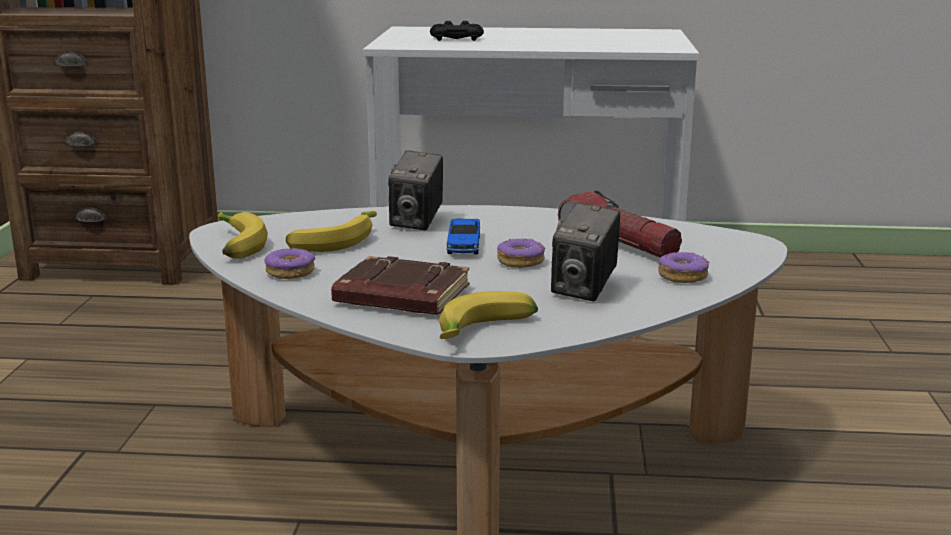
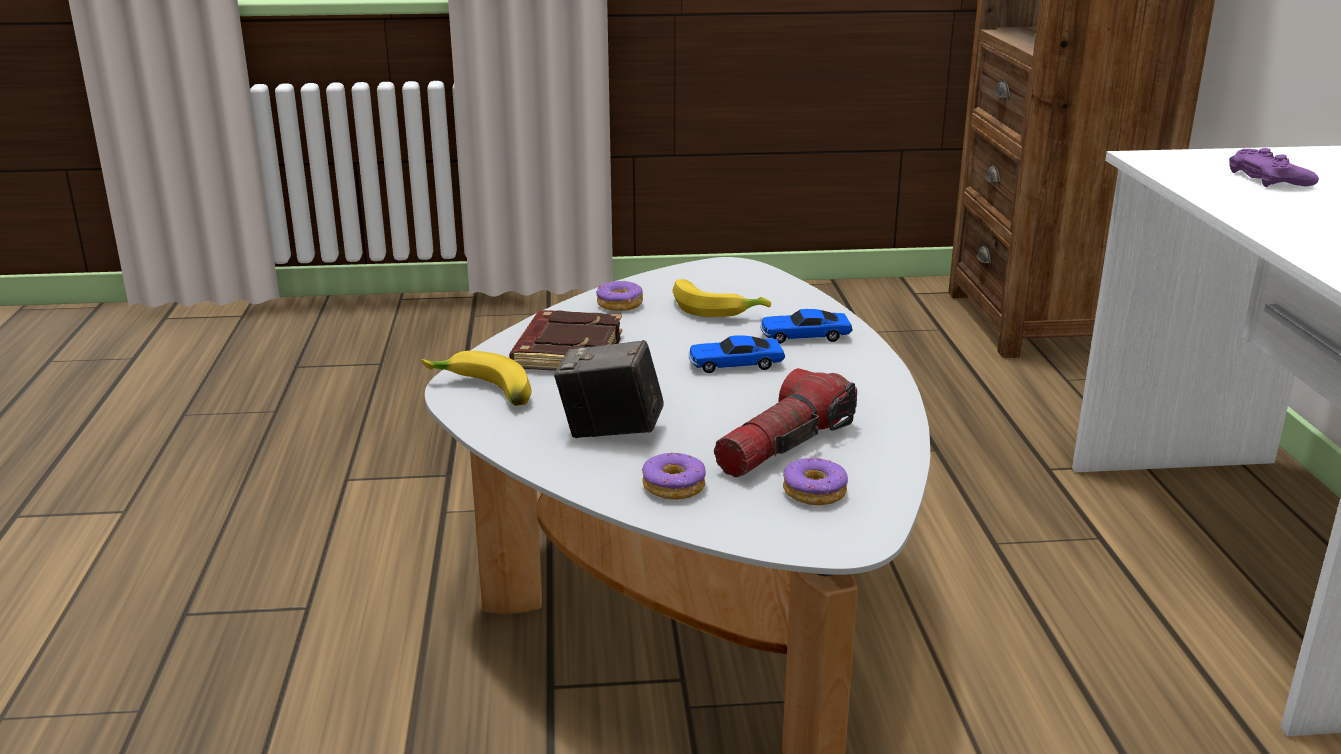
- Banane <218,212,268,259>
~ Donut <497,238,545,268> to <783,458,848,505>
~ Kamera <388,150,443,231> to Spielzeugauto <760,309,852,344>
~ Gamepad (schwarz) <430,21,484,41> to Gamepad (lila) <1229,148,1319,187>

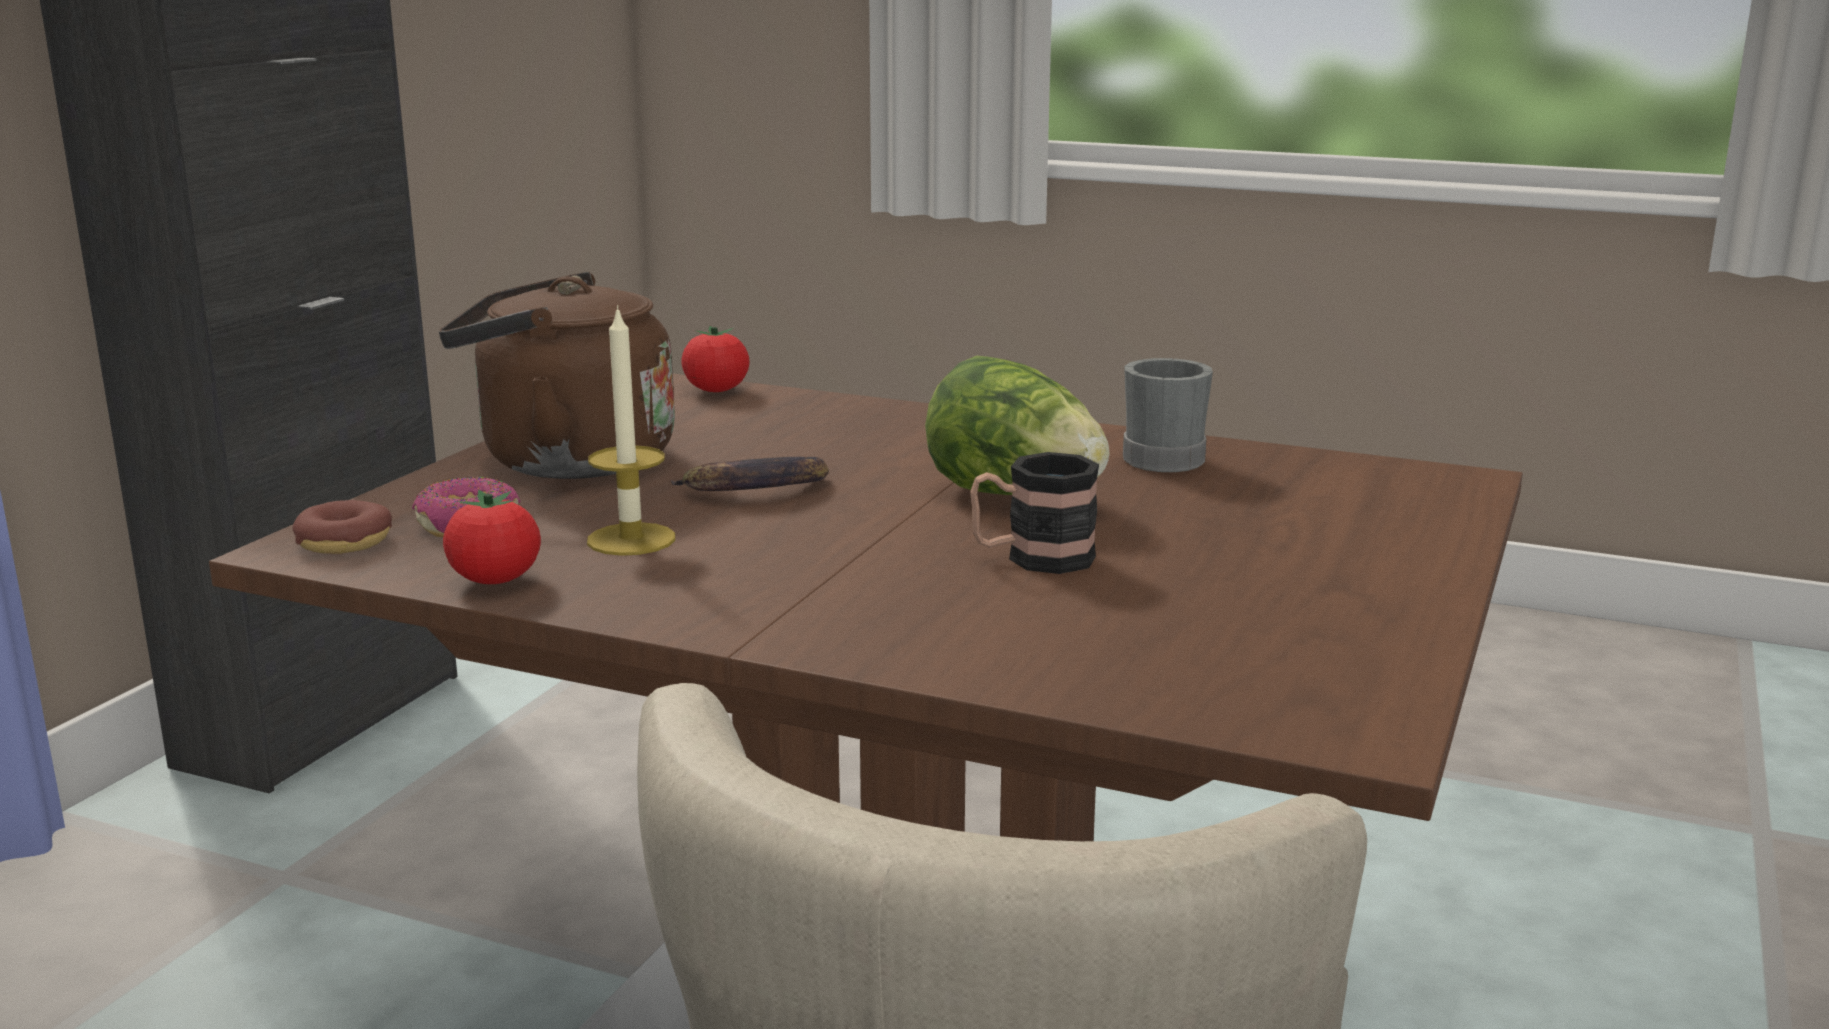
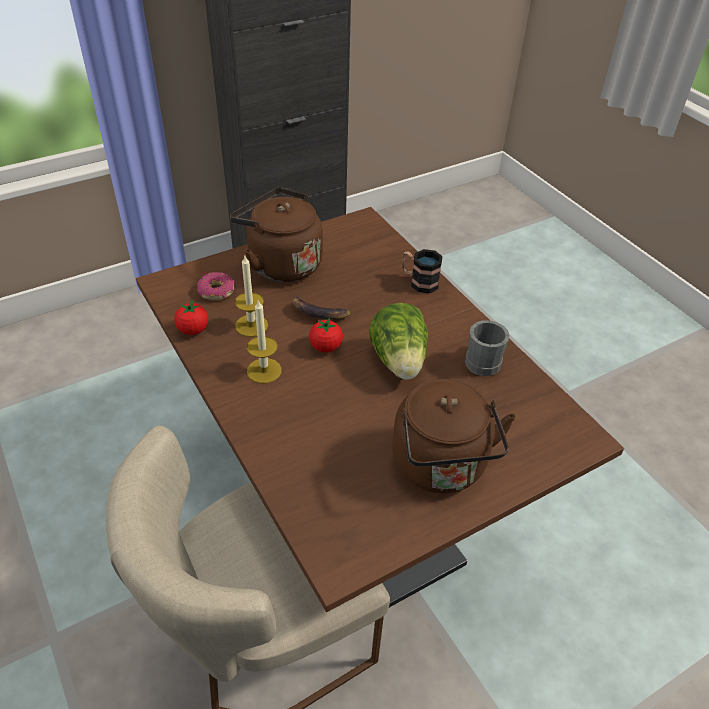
- Donut <292,500,392,554>
+ Kerze <247,300,282,383>
+ Wasserkessel (braun) <392,379,516,493>
~ Tomate <681,326,749,392> to <309,318,343,353>
~ Henkelbecher <970,452,1099,574> to <402,249,443,293>

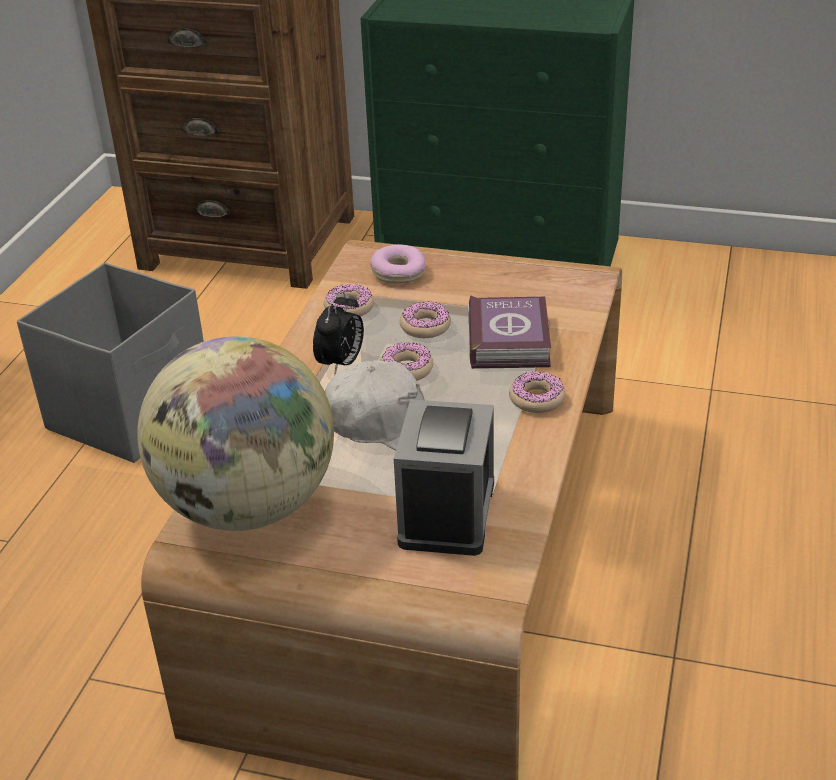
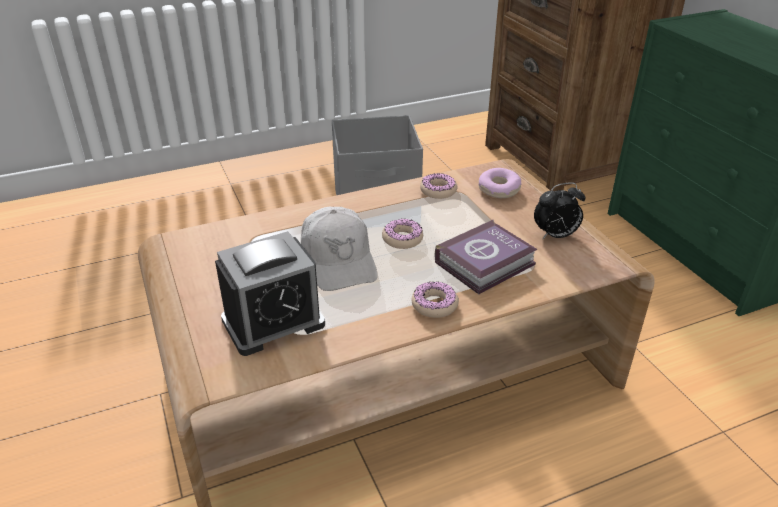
- Globus <137,336,334,531>
- Donut <399,301,451,338>
~ Wecker <313,291,364,375> to <534,182,586,239>

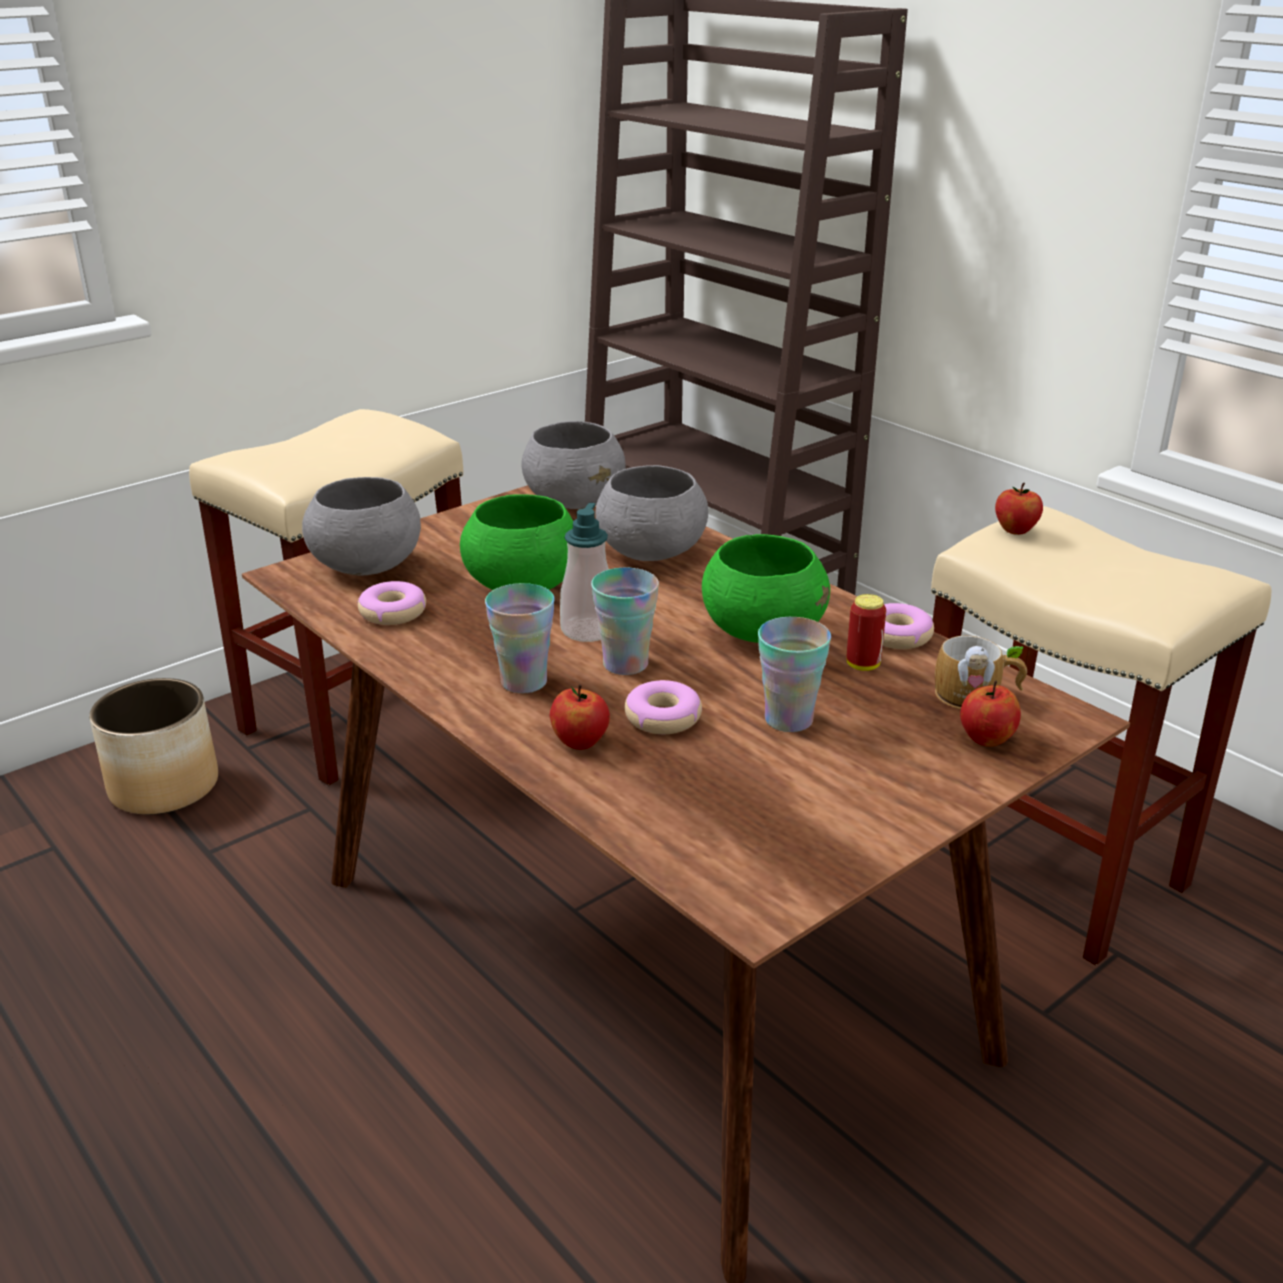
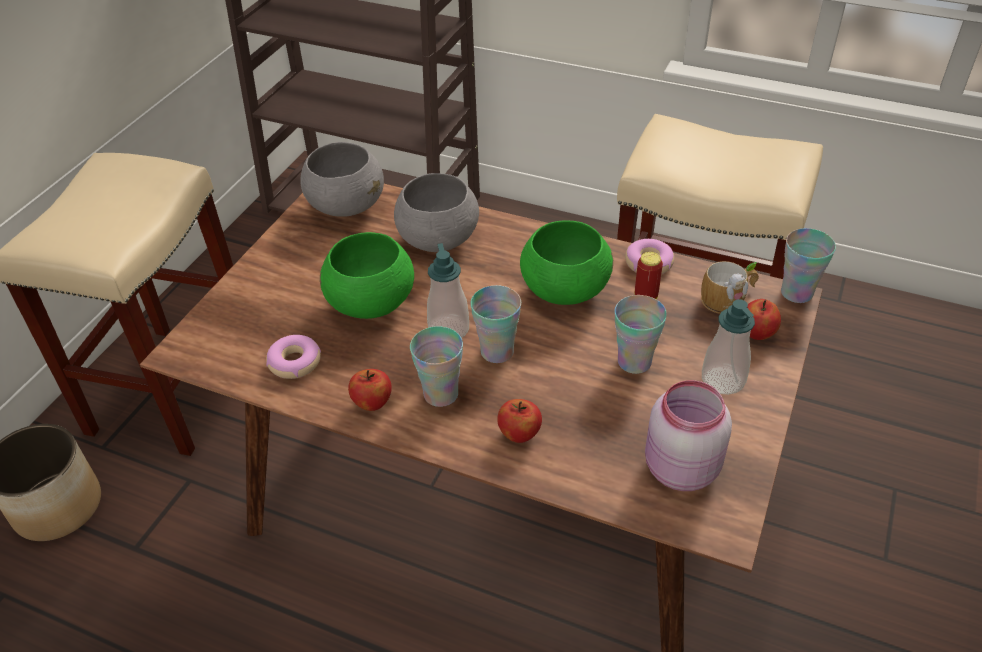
- Schüssel (grau) <302,477,421,576>
- Donut <625,680,702,734>
+ Vorratsglas (rosa) <645,380,732,491>
+ Seifenspender <702,299,755,395>
+ Tasse <781,228,836,303>
~ Apfel <995,483,1043,535> to <348,369,392,411>

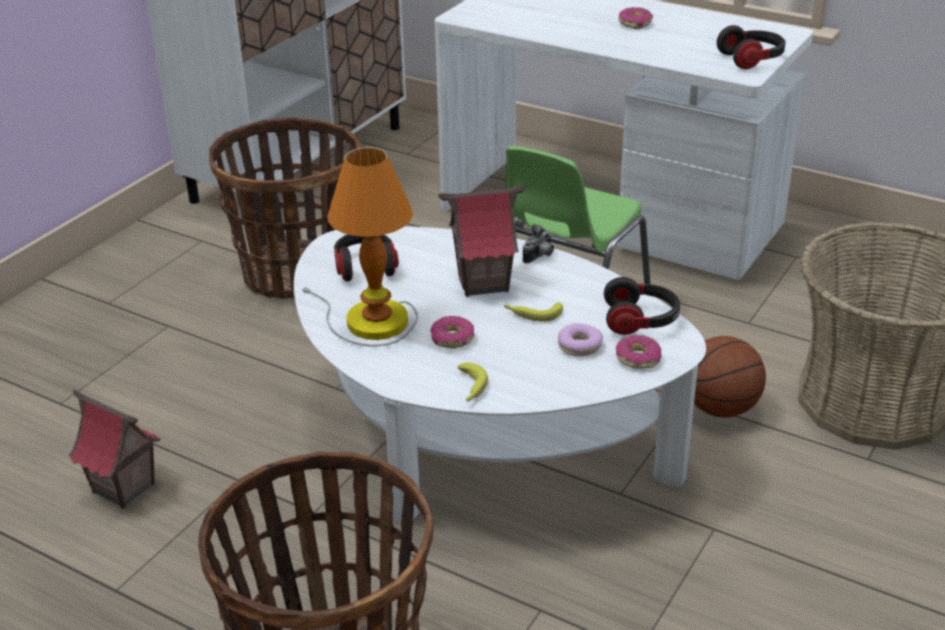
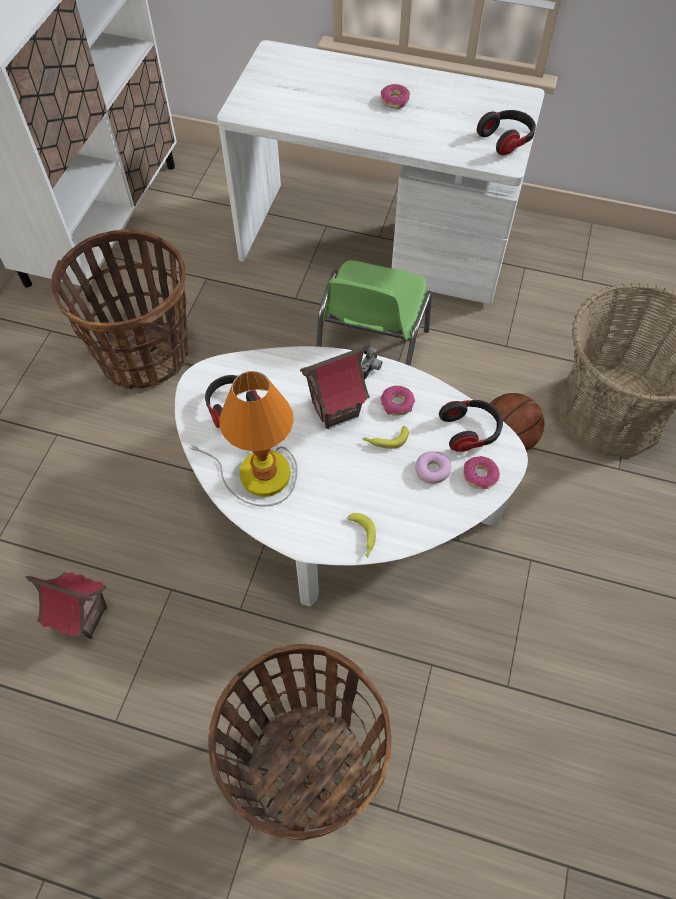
~ Donut <430,316,474,348> to <380,386,415,416>

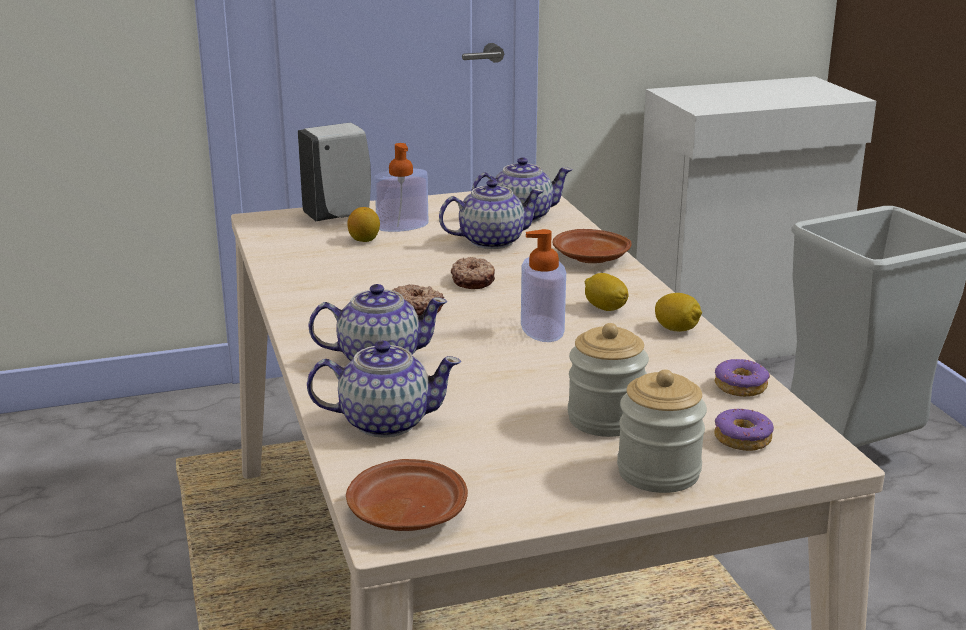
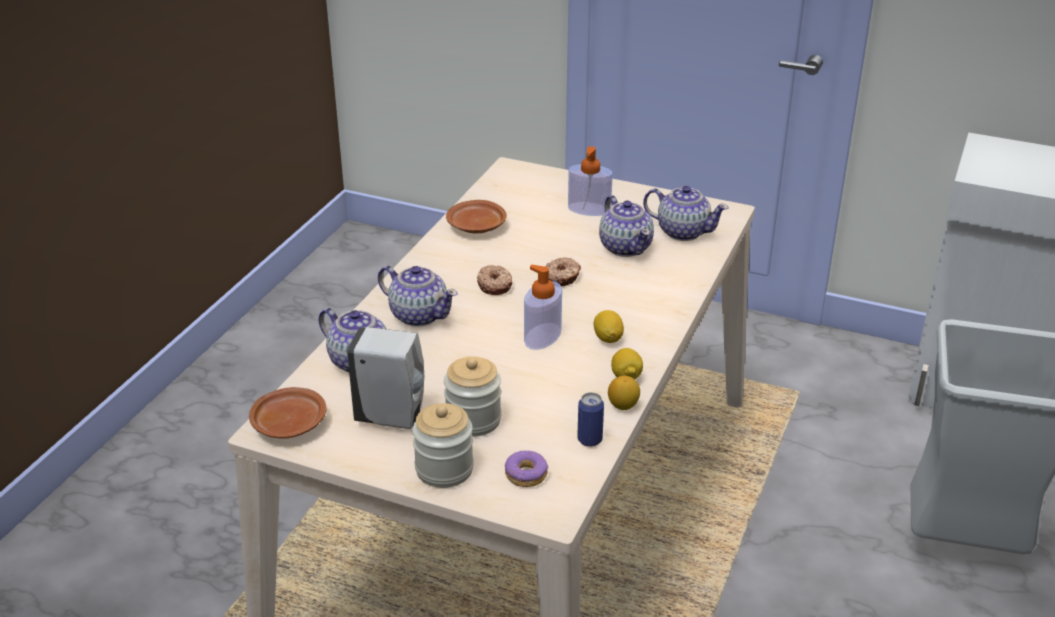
~ Seifenspender (weiß) <298,123,371,221> to <347,327,424,429>
~ Zitrone <347,207,380,242> to <608,376,640,410>
~ Teller (braun) <553,229,632,263> to <446,200,507,233>
~ Donut <715,359,770,397> to Dose <577,392,604,447>
~ Teekanne <439,180,544,249> = <599,195,654,257> 45 degrees clockwise

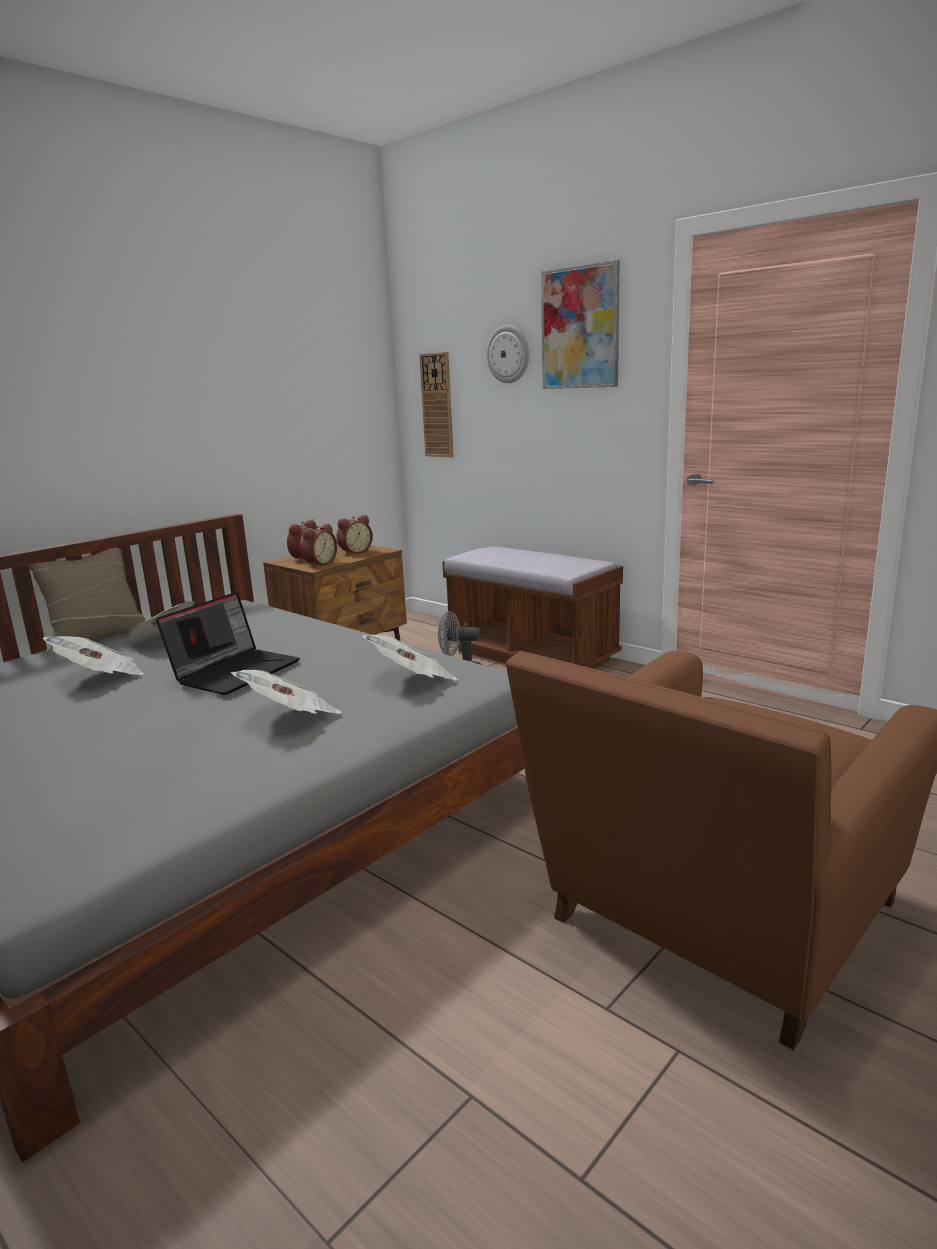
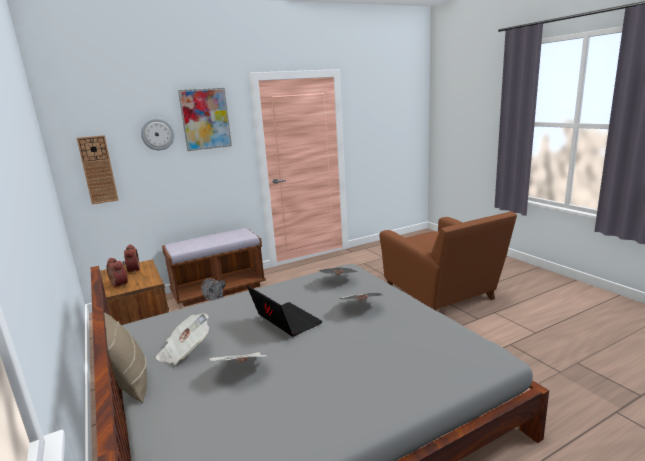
- Wecker <301,524,337,567>

